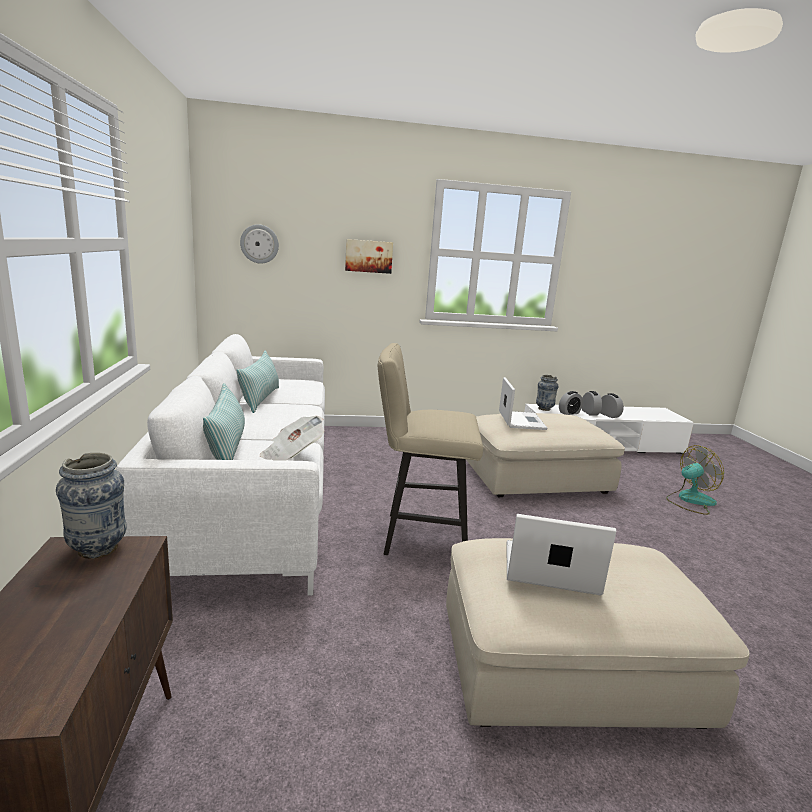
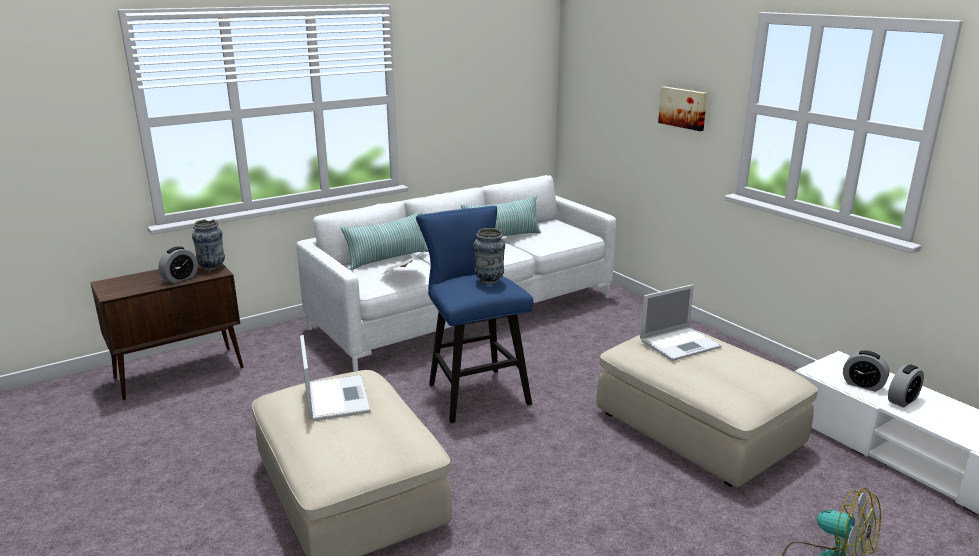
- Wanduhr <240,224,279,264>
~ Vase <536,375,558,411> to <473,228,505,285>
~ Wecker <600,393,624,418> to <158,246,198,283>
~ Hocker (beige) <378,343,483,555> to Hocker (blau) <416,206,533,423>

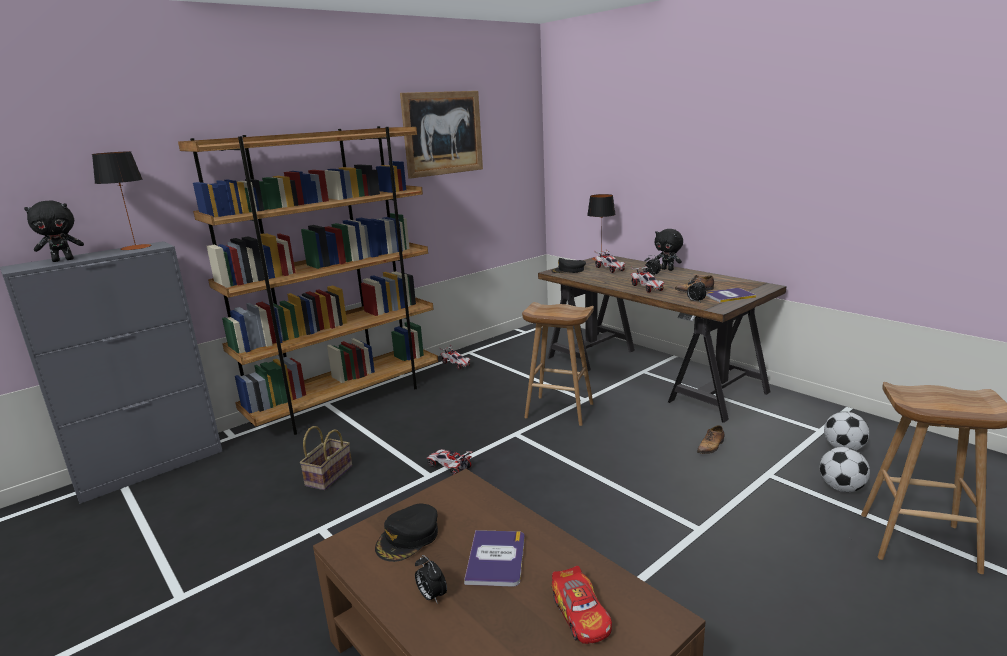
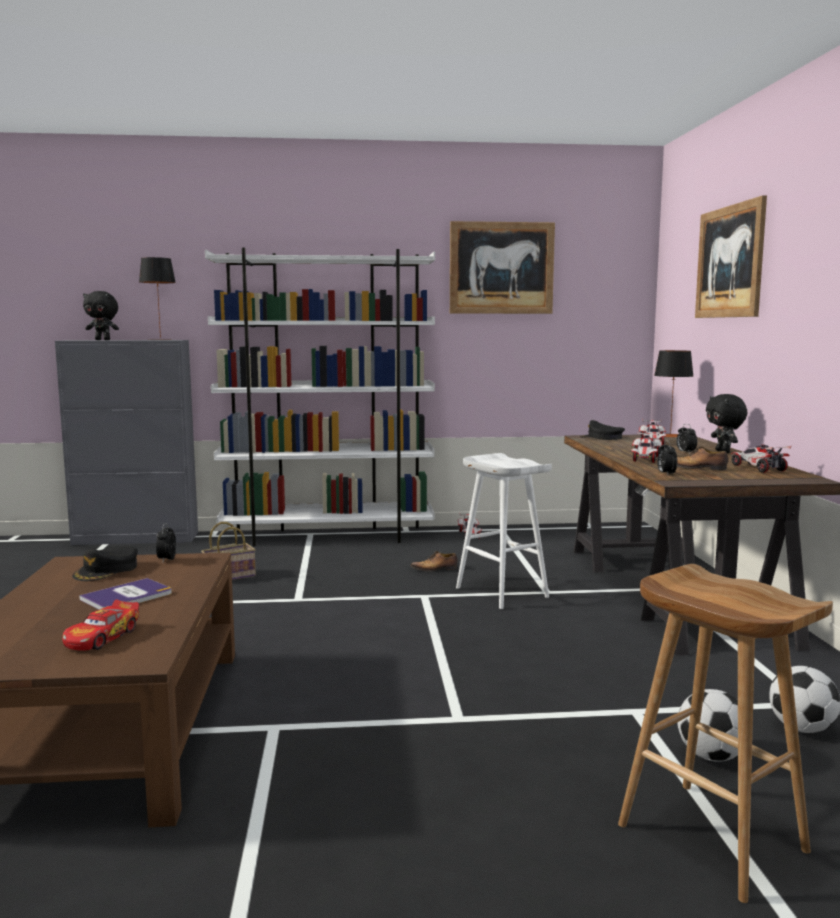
- Buch <706,288,756,303>
+ Bild <695,195,767,318>
~ Wecker <415,555,447,604> to <156,523,176,562>
~ Spielzeugauto <427,449,473,475> to <731,445,792,473>
~ Schuh <697,425,725,454> to <410,551,458,571>
~ Bücherregal (braun) <178,126,438,435> to Bücherregal (weiß) <205,248,435,546>
~ Hocker (braun) <522,302,594,426> to Hocker (weiß) <456,453,552,609>
~ Kappe (schwarz) <375,504,438,562> = <72,546,138,581> 45 degrees counterclockwise

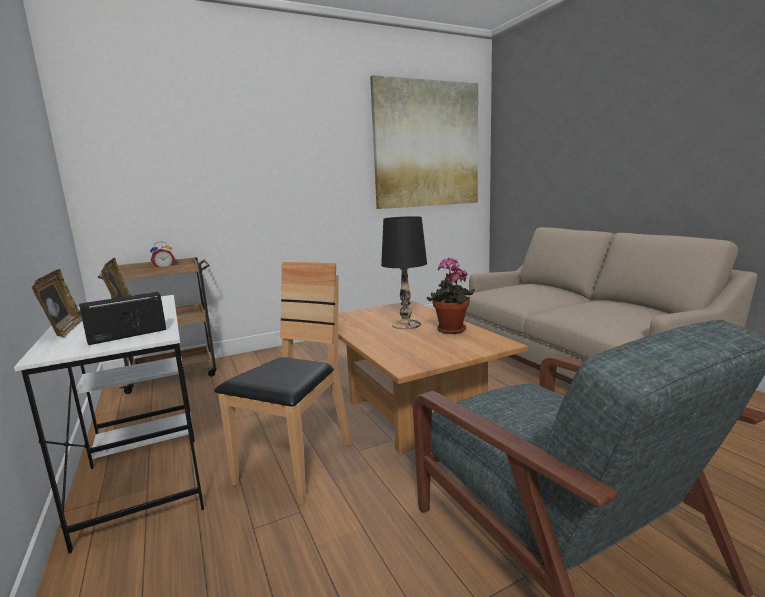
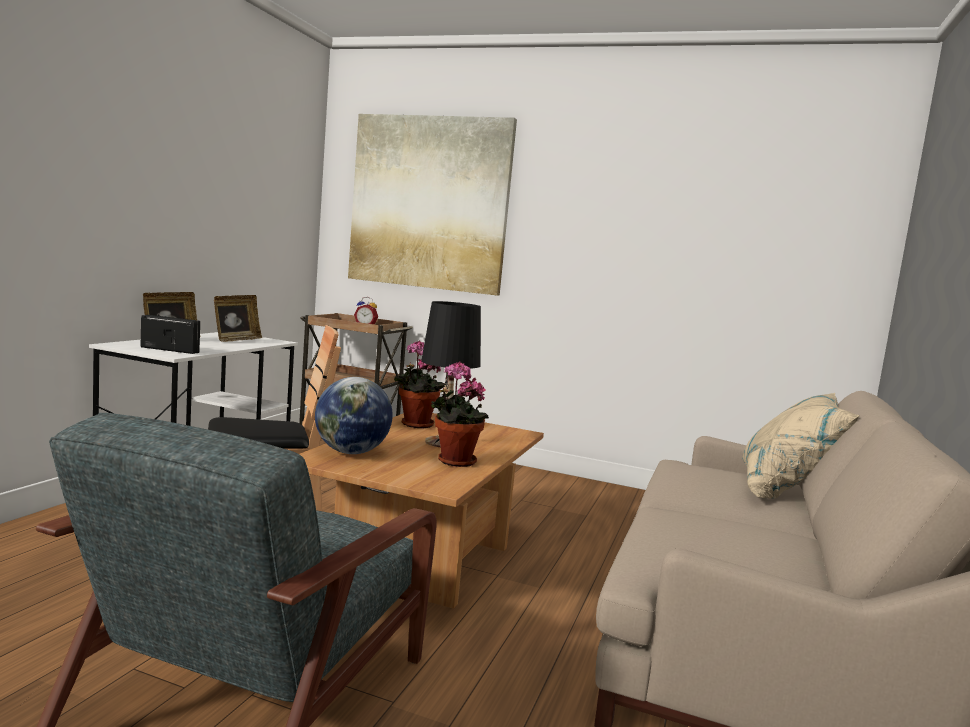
+ Globus <315,377,393,454>
+ Topfpflanze <394,340,445,428>
+ Kissen (beige) <742,393,860,499>
~ Bild <370,75,478,209> to <348,114,517,295>

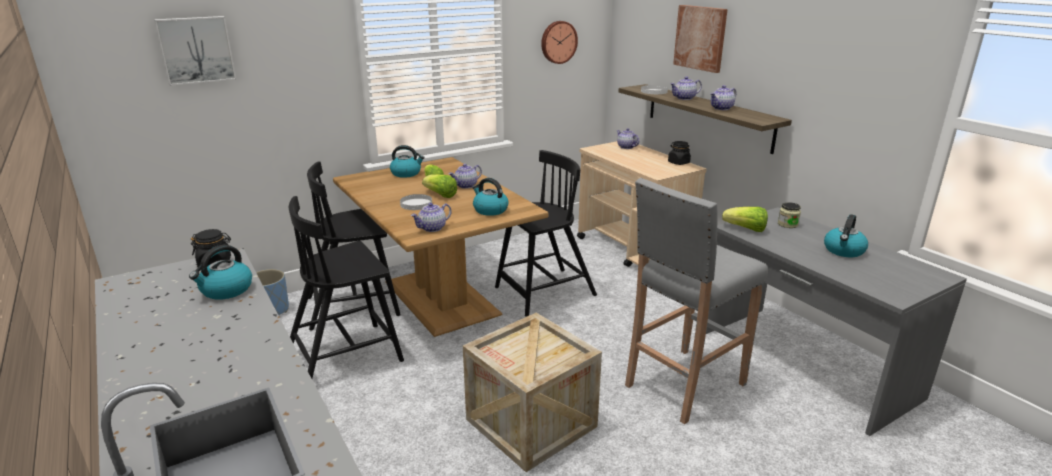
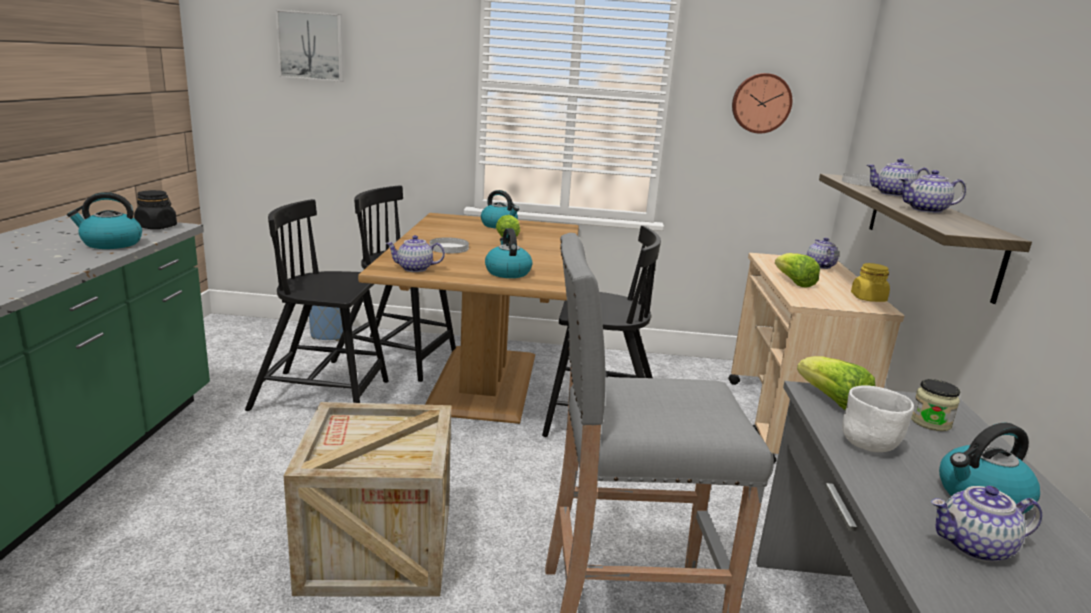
- Bild <673,5,728,73>
+ Schüssel (weiß) <842,385,914,452>
~ Salatkopf <422,174,457,198> to <775,253,820,288>
~ Teekanne <449,164,482,189> to <931,486,1042,562>
~ Vorratsglas (schwarz) <668,141,691,165> to Vorratsglas (gelb) <851,263,890,302>

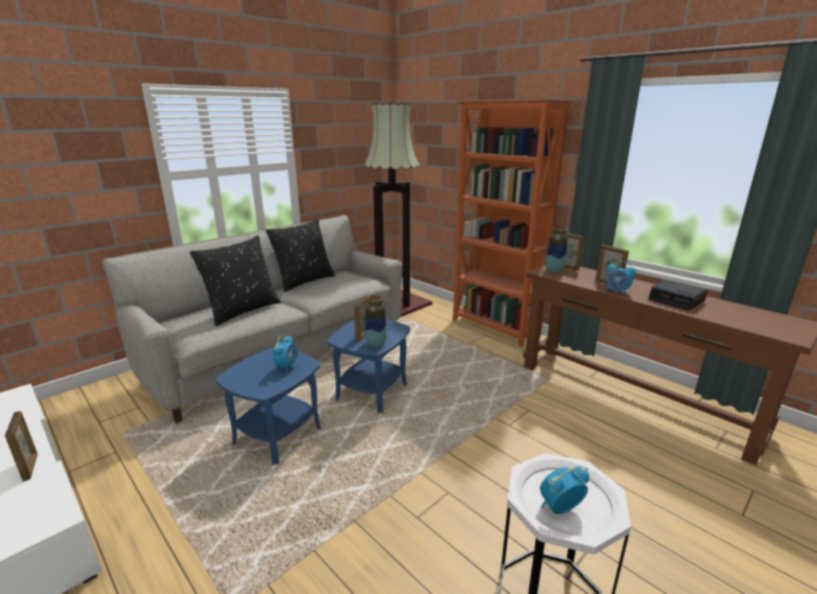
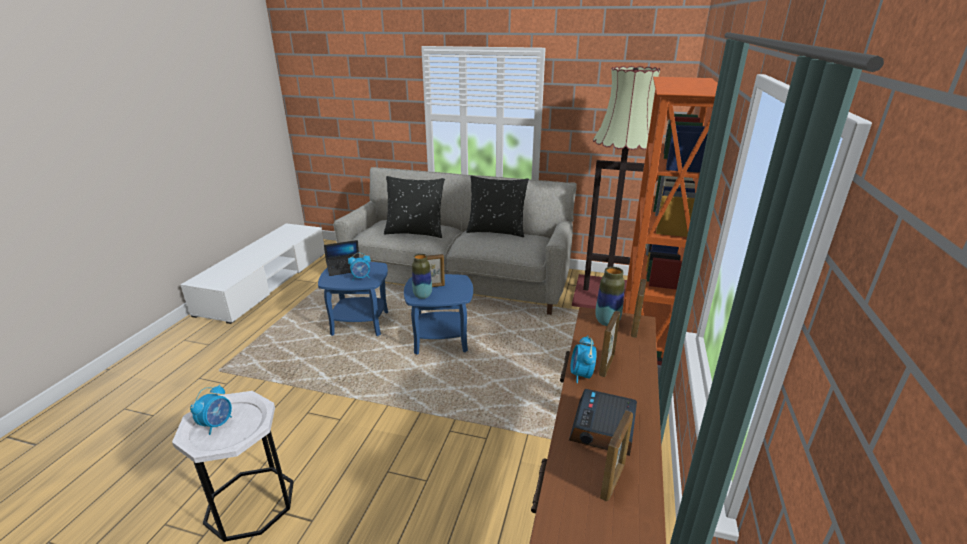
+ Laptop <324,240,360,276>
~ Bilderrahmen <5,411,38,481> to <600,410,633,501>
~ Wecker <540,466,589,514> = <190,385,232,435> 75 degrees clockwise

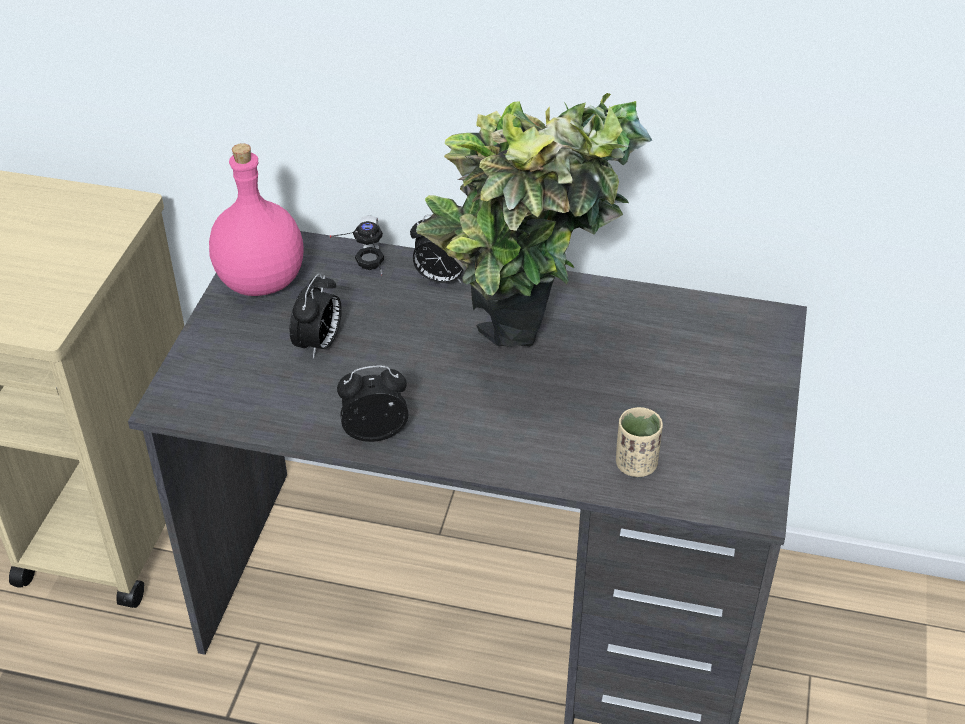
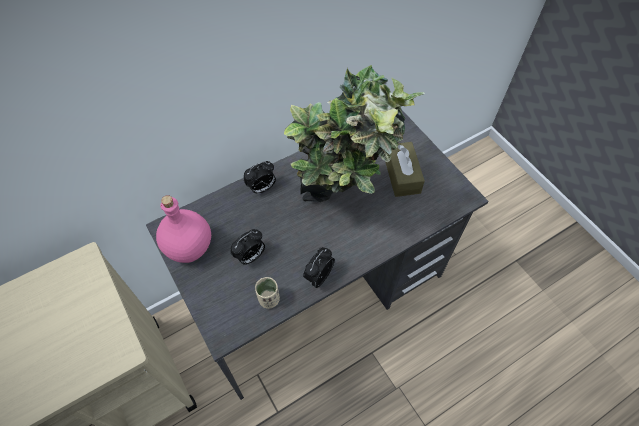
- Kopfhörer <330,215,384,276>
+ Taschentuchbox (braun) <385,142,425,197>
~ Tasse (beige) <616,407,663,477> to <255,277,280,309>
~ Wecker <289,273,342,359> = <230,229,265,265> 75 degrees clockwise

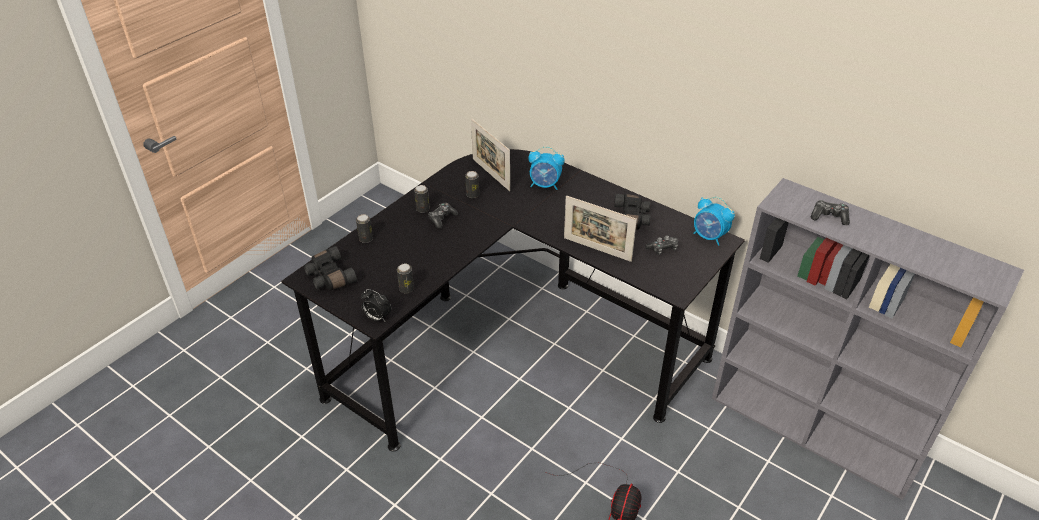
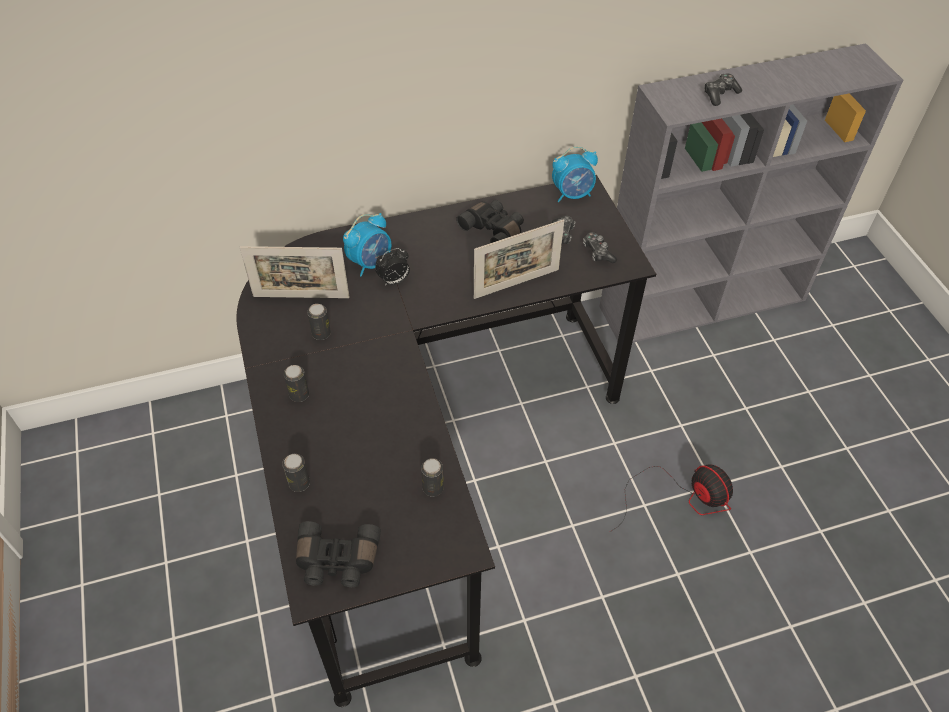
~ Wecker <361,289,391,321> to <375,248,410,286>
~ Gamepad <428,203,458,229> to <583,232,617,264>

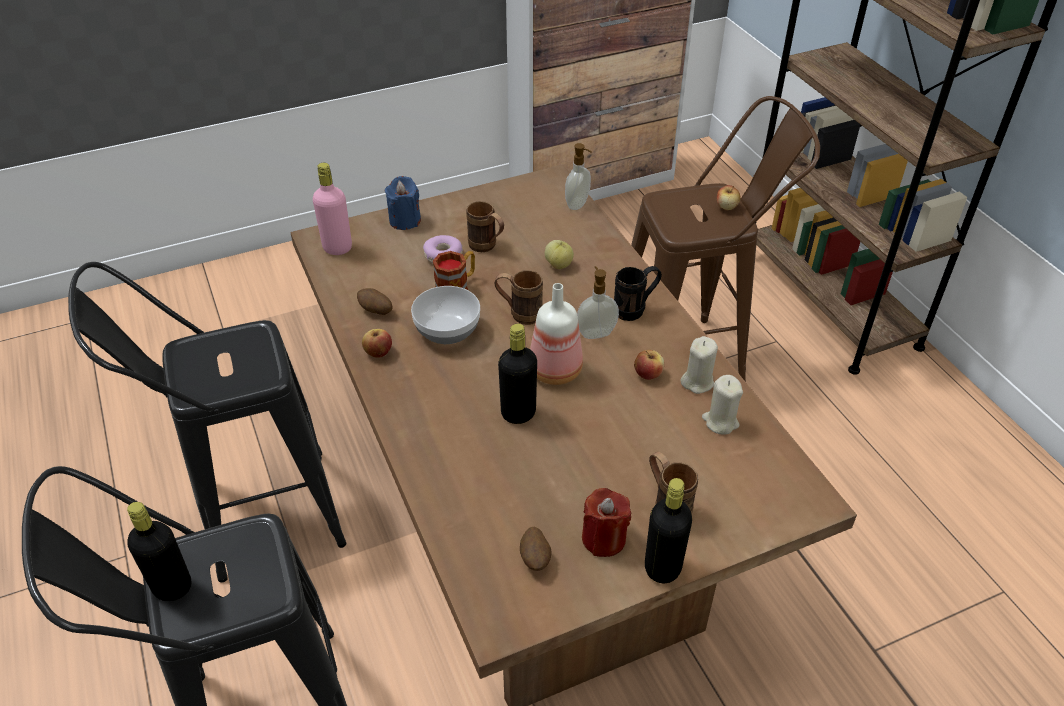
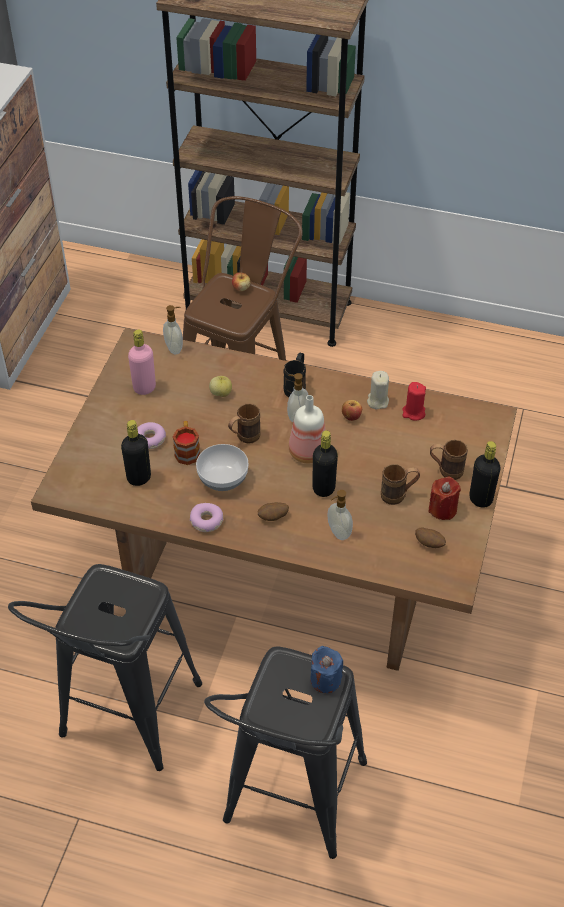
+ Seifenspender <327,490,353,540>
~ Flasche (schwarz) <127,502,191,601> to <121,420,151,486>
~ Flasche (rosa) <313,163,352,255> to <128,329,156,395>
~ Kartoffel <357,288,393,315> to <258,502,289,521>
~ Kerze (blau) <385,176,421,230> to <310,646,343,693>
~ Henkelbecher (braun) <466,201,504,252> to <381,464,420,505>
~ Apfel <362,329,392,358> to Donut <190,503,223,532>
~ Kerze (beige) <702,375,743,435> to Kerze (rot) <402,382,426,420>

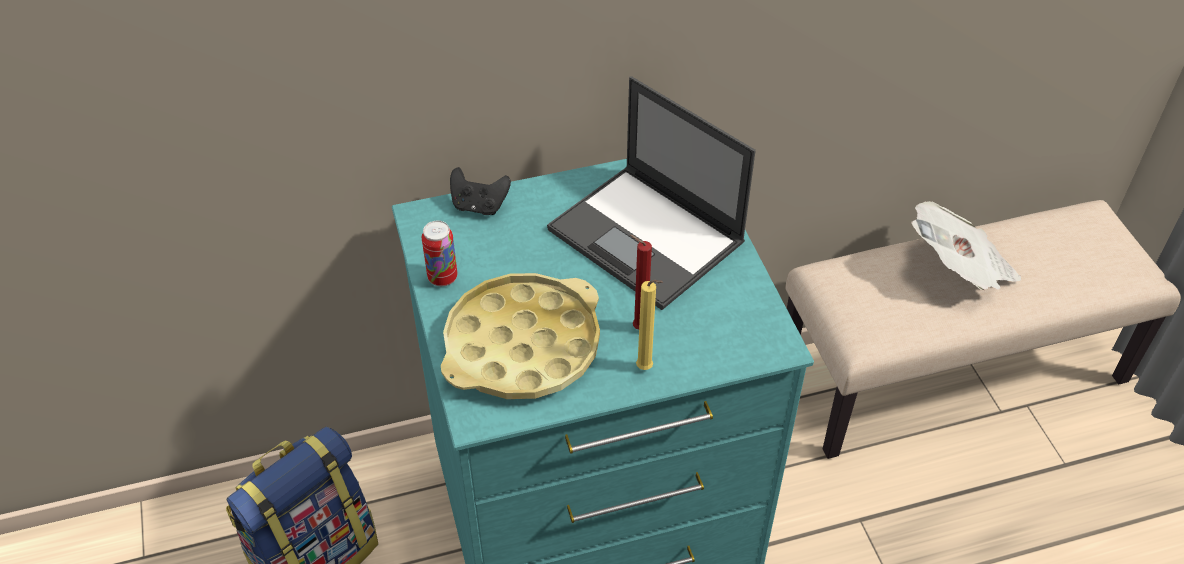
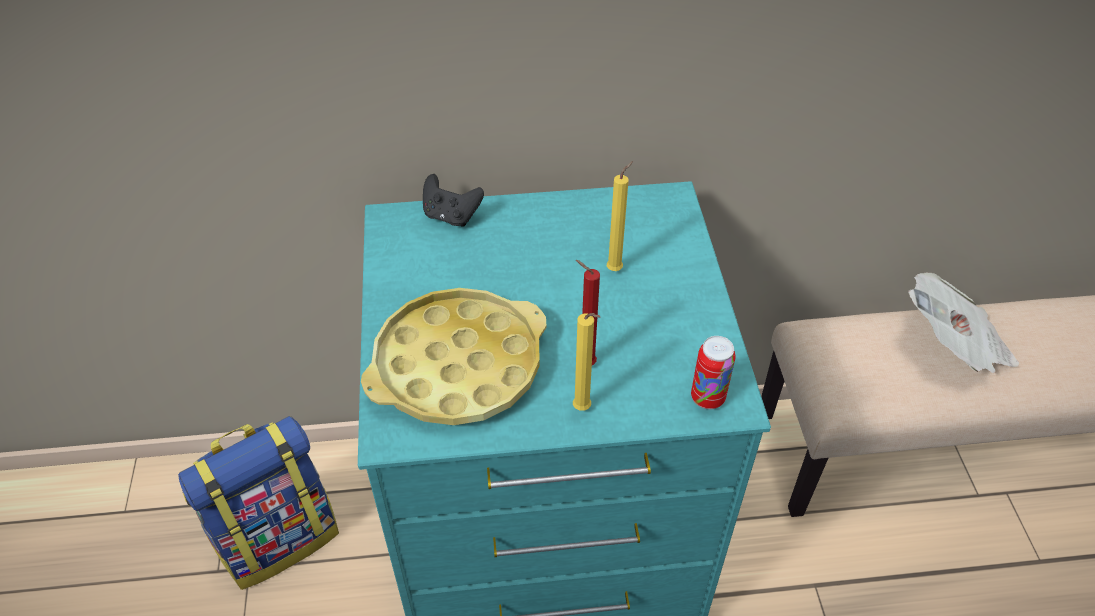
~ Dose <422,221,457,286> to <691,336,736,409>
~ Laptop <547,76,756,310> to Kerze (gelb) <607,161,633,271>

